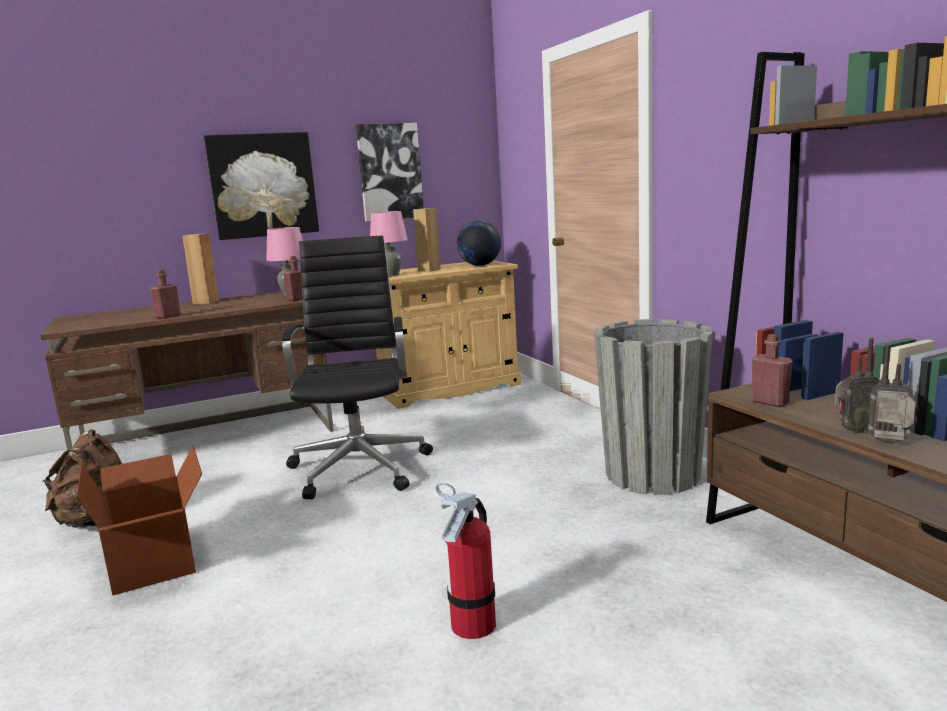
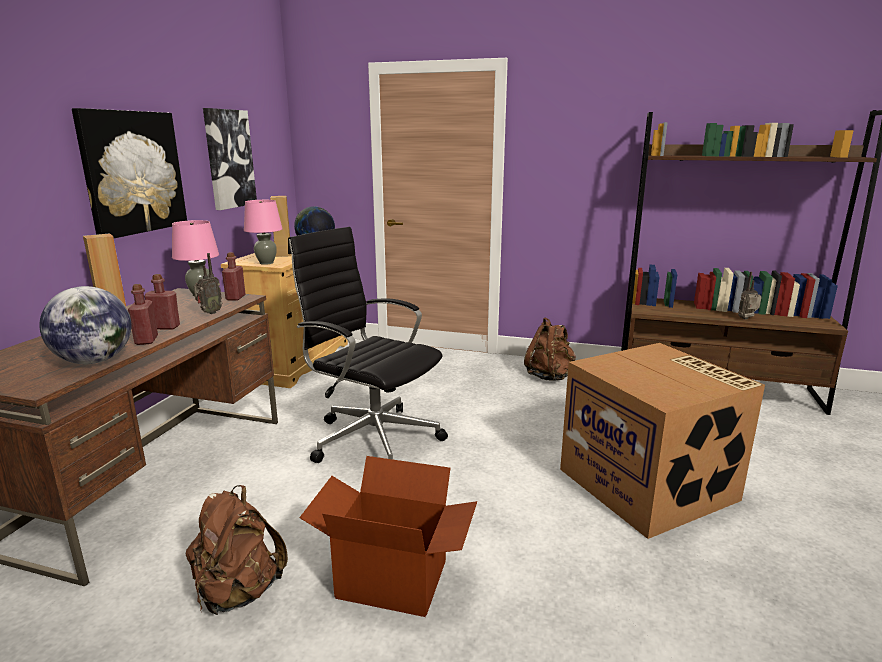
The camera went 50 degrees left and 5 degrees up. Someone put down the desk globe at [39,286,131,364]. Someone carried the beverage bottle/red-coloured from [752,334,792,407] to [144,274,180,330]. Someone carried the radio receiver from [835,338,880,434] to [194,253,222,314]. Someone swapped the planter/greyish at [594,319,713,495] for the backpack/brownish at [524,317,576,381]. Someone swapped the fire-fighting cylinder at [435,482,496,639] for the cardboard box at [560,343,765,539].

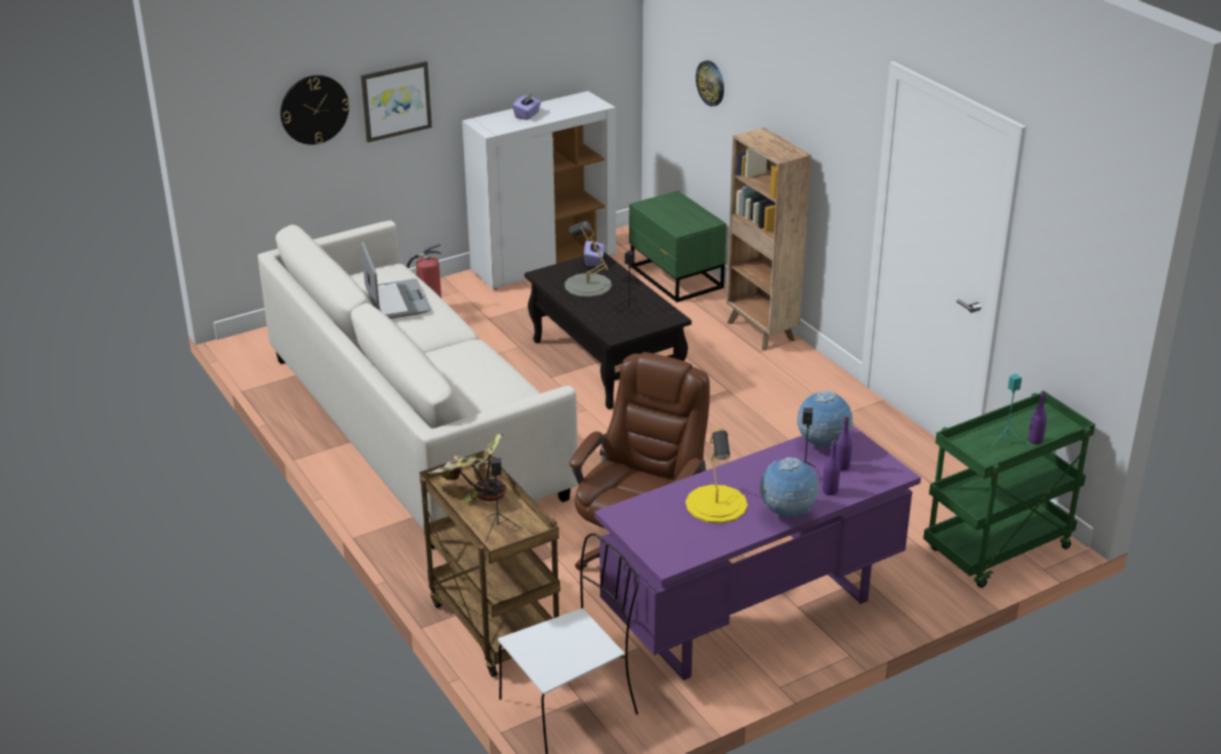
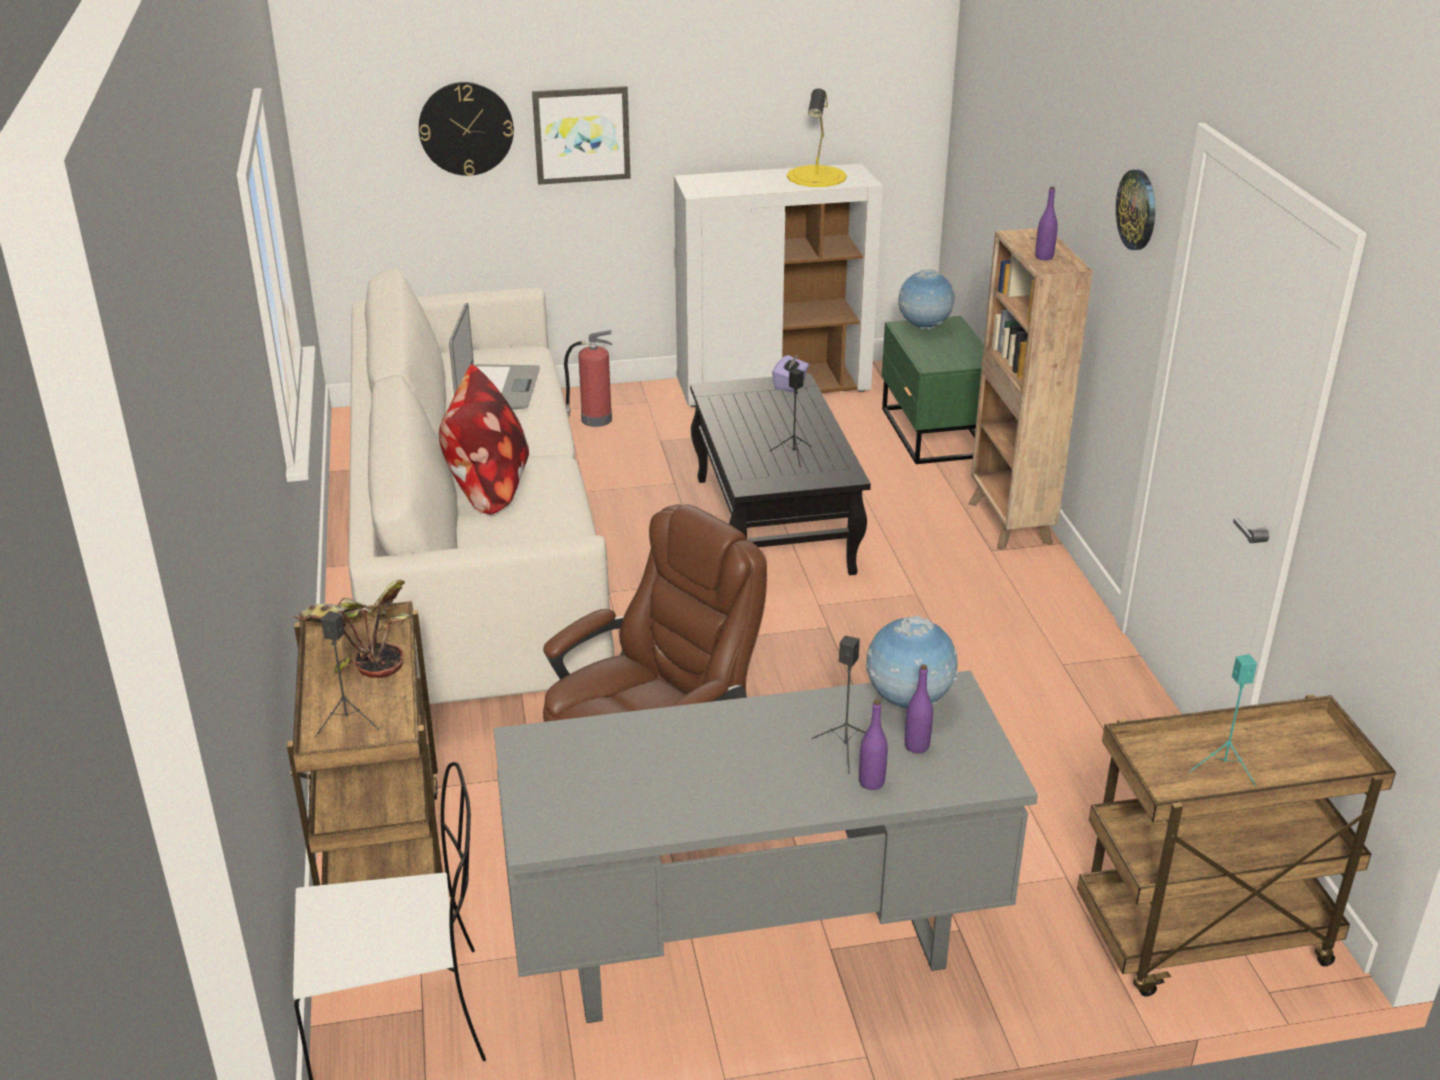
The camera went 20 degrees right and 0 degrees up. Someone put down the throw pillow at [439,364,529,515]. Someone repainted the desk unit/purple at [594,425,921,680], which became the desk unit/greyish at [494,671,1038,1023]. Someone carried the lamp for a table/yellow-coloured from [685,429,748,523] to [787,88,847,187]. Someone carried the desk globe from [760,457,820,518] to [898,269,955,330]. Someone carried the beverage bottle/purple from [1028,391,1047,444] to [1035,187,1058,261]. Someone repainted the wheeled cart/greenish at [923,392,1095,588], which became the wheeled cart/brownish at [1077,694,1396,996]. Someone carried the clock on the wall from [696,60,724,107] to [1116,170,1155,250]. Someone took away the tissue box/purple at [513,93,541,120]. Someone took away the lamp for a table/greyish at [565,221,612,297].

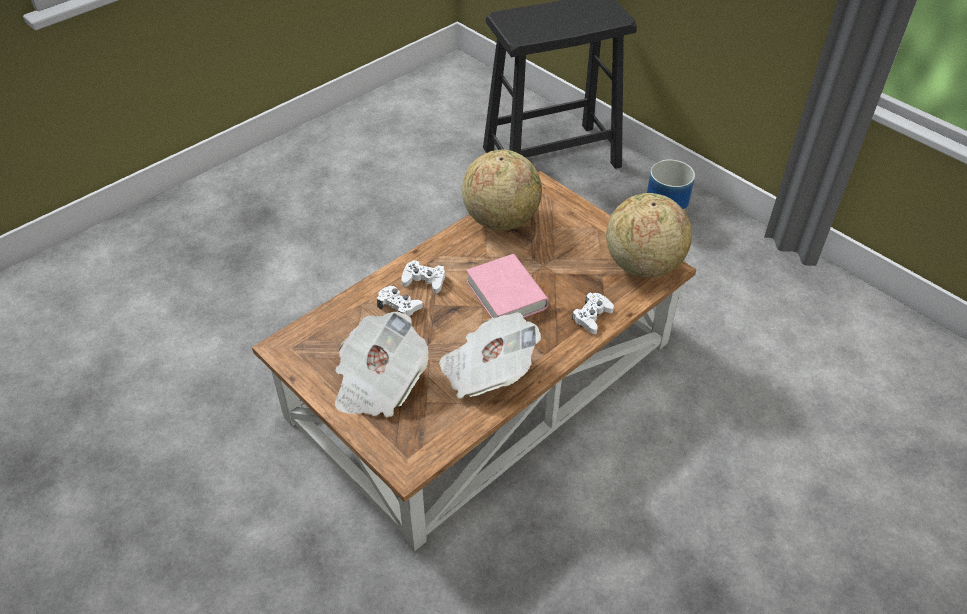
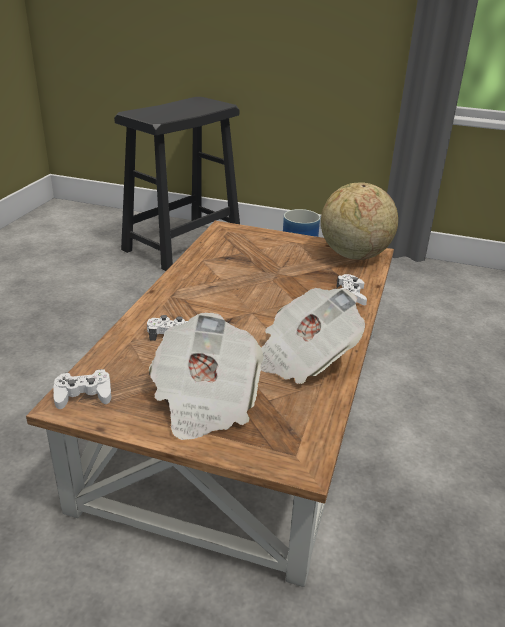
The camera went 30 degrees left and 15 degrees down. Someone carried the game controller/whitish from [401,260,445,294] to [53,369,111,409]. Someone took away the desk globe at [462,150,542,231]. Someone took away the book/pinkish at [466,254,549,318].

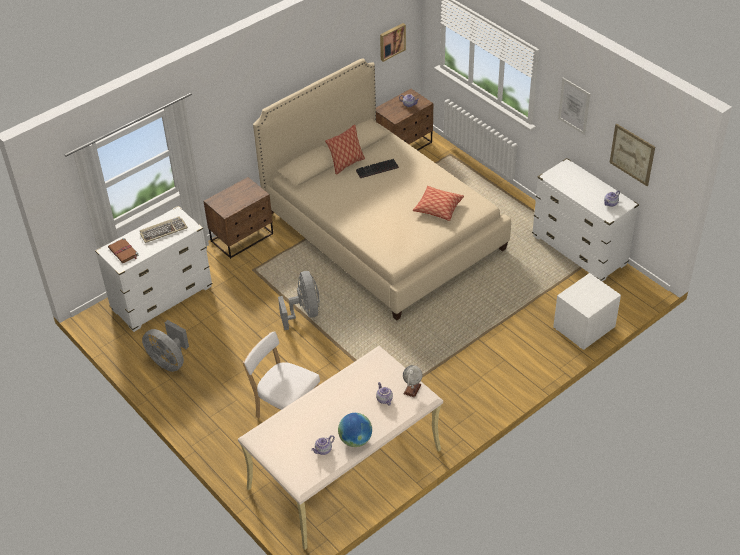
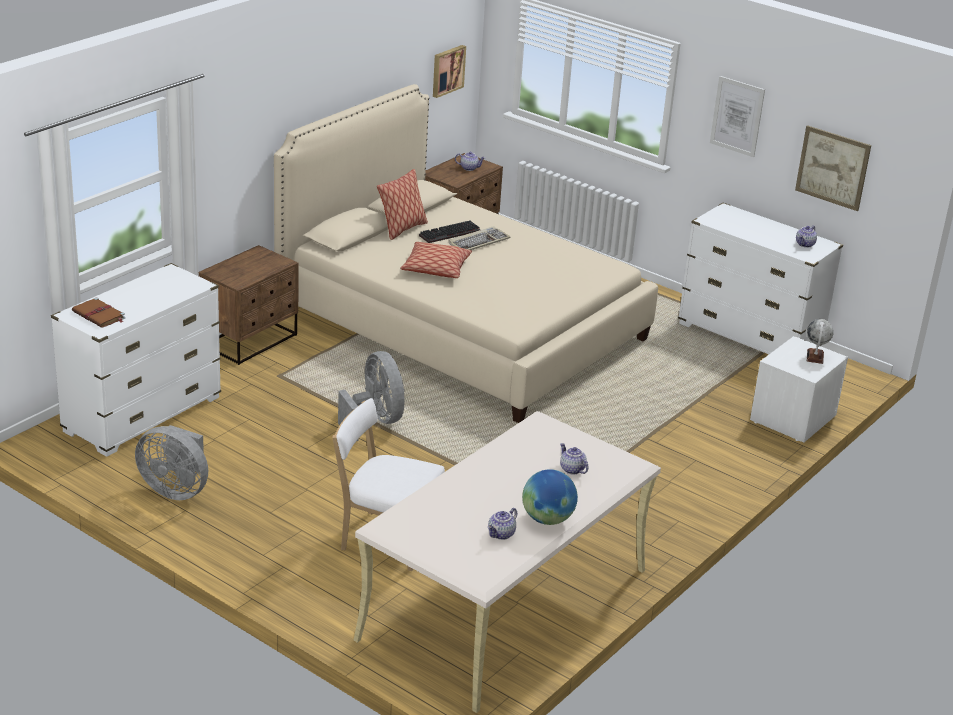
The camera went 15 degrees left and 15 degrees down. Someone carried the throw pillow from [413,186,464,221] to [400,242,472,278]. Someone carried the computer keyboard from [140,216,188,243] to [448,226,511,250]. Someone carried the desk globe from [403,365,422,398] to [807,319,834,364].

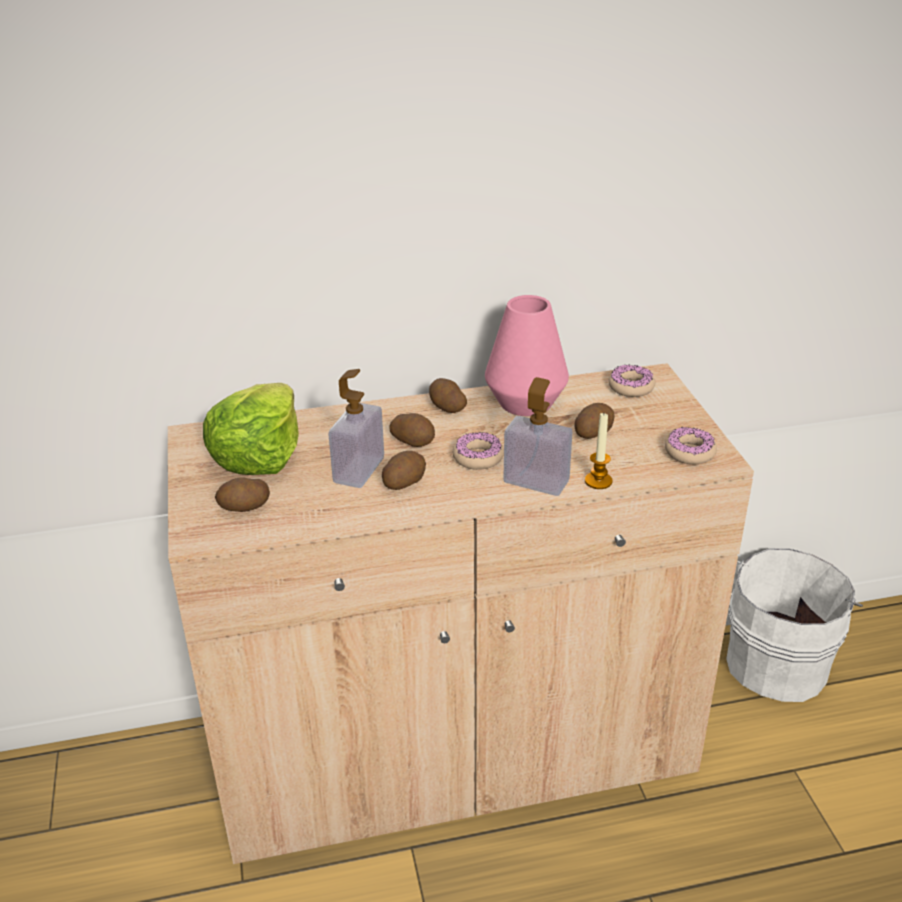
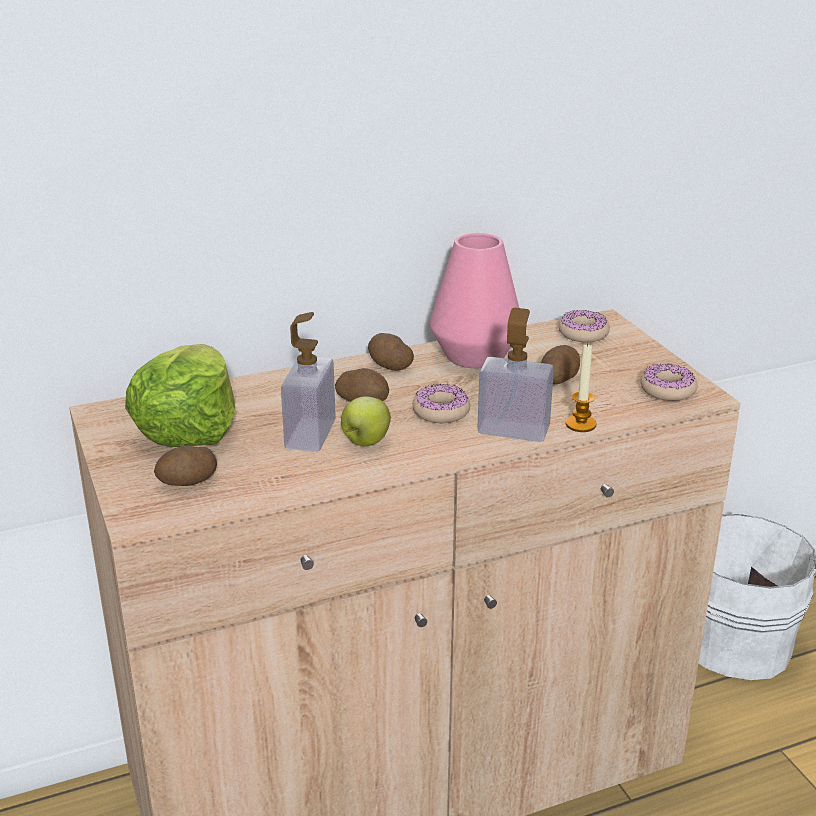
The camera went 10 degrees left and 5 degrees down. Someone swapped the potato at [382,451,426,490] for the apple at [341,396,391,446].

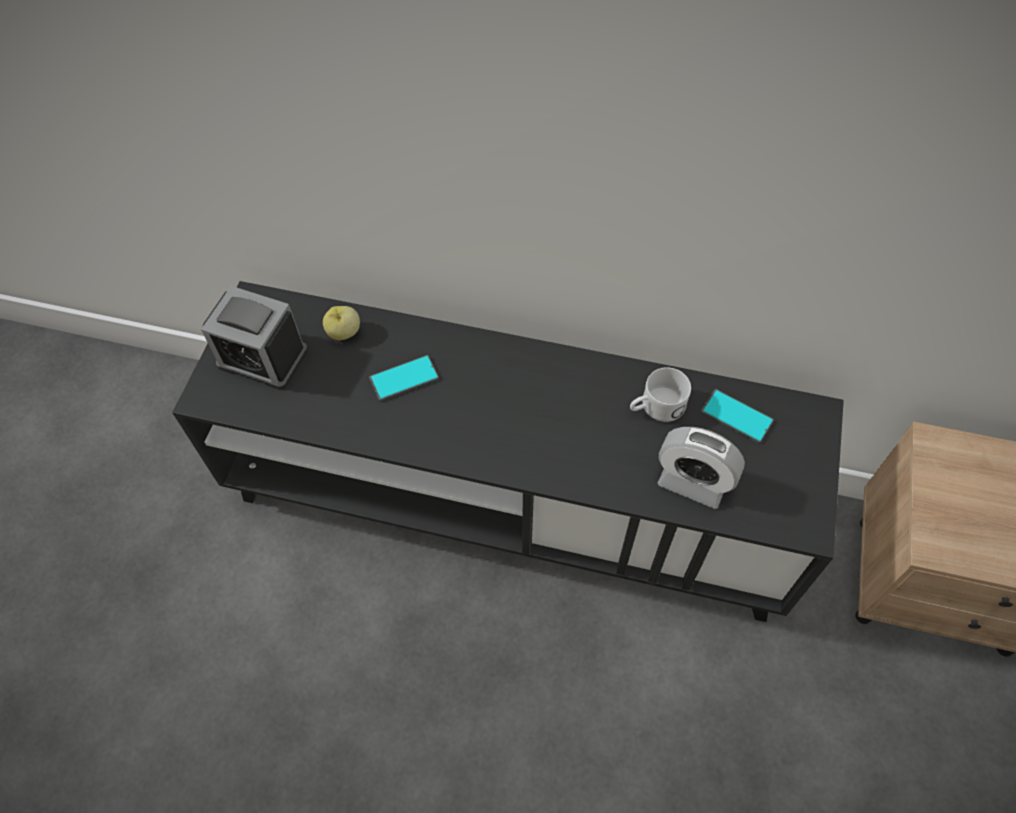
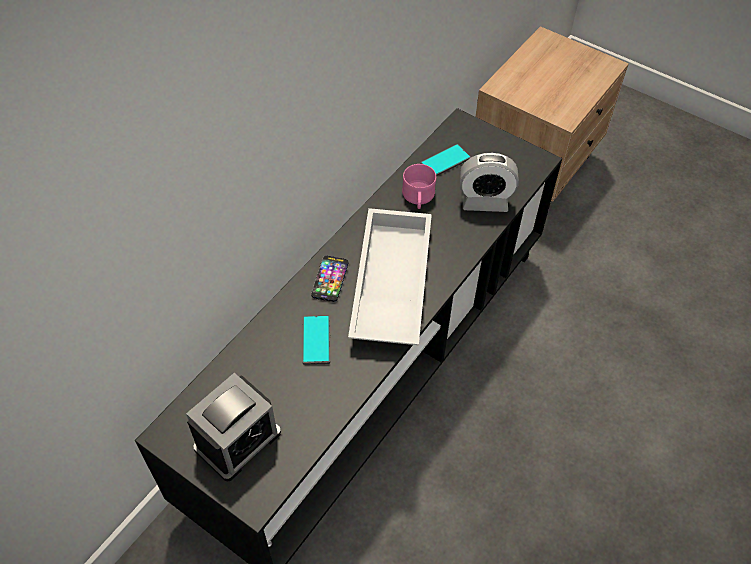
The camera went 70 degrees left and 5 degrees down. Someone put down the telephone at [311,256,348,302]. Someone put down the tray/whitish at [348,208,432,345]. Someone repainted the mug/whitish at [630,367,691,422], which became the mug/pinkish at [402,164,436,209]. Someone rotated the bedside clock at [658,427,745,509] by 45 degrees clockwise. Someone took away the apple at [323,306,360,340].

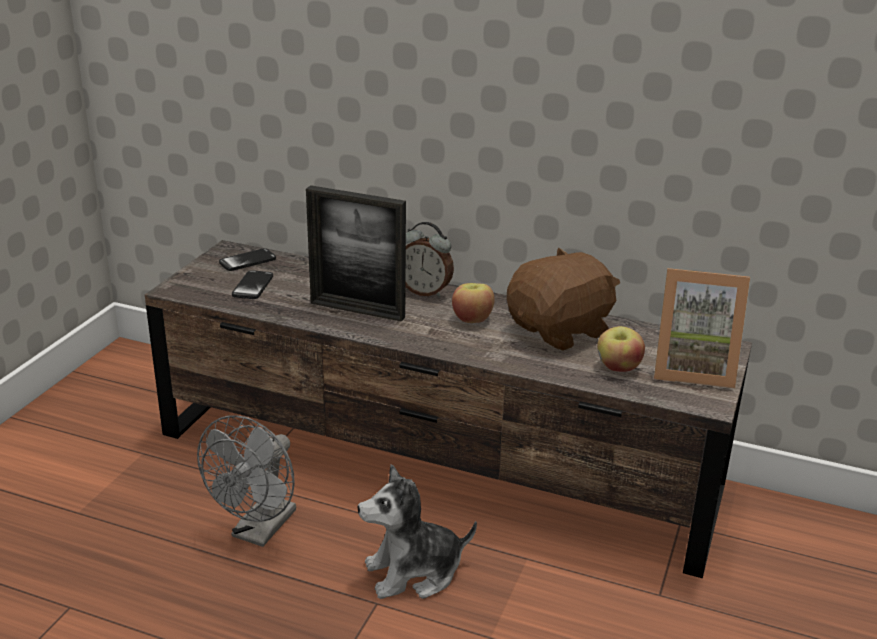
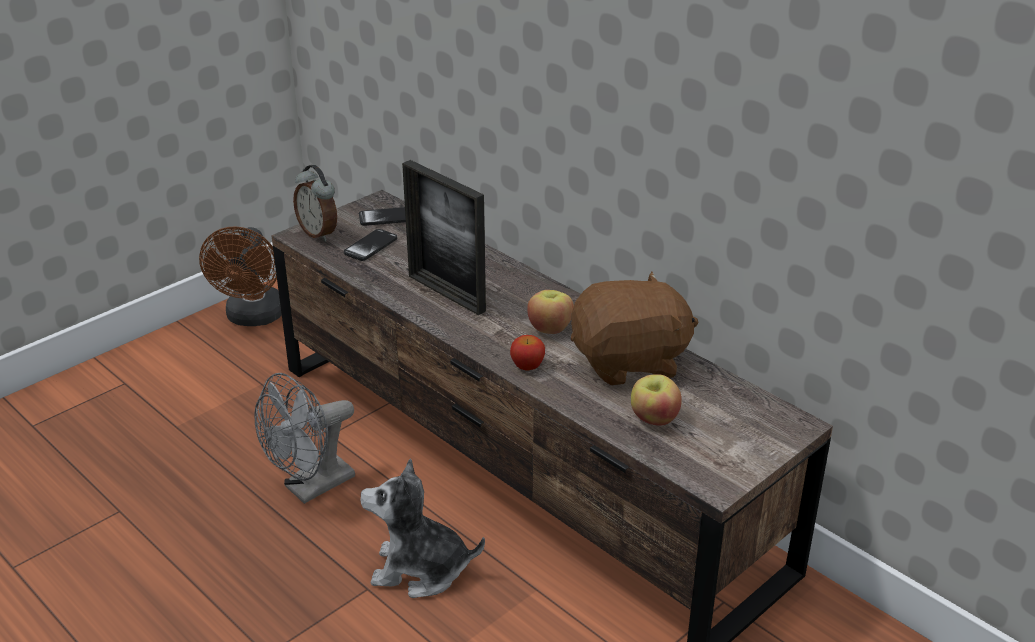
The camera went 25 degrees right and 5 degrees up. Someone put down the electric fan/brownish at [199,226,282,326]. Someone carried the bedside clock from [405,222,454,298] to [293,165,337,241]. Someone put down the apple at [510,335,545,370]. Someone took away the picture frame at [654,268,750,389].

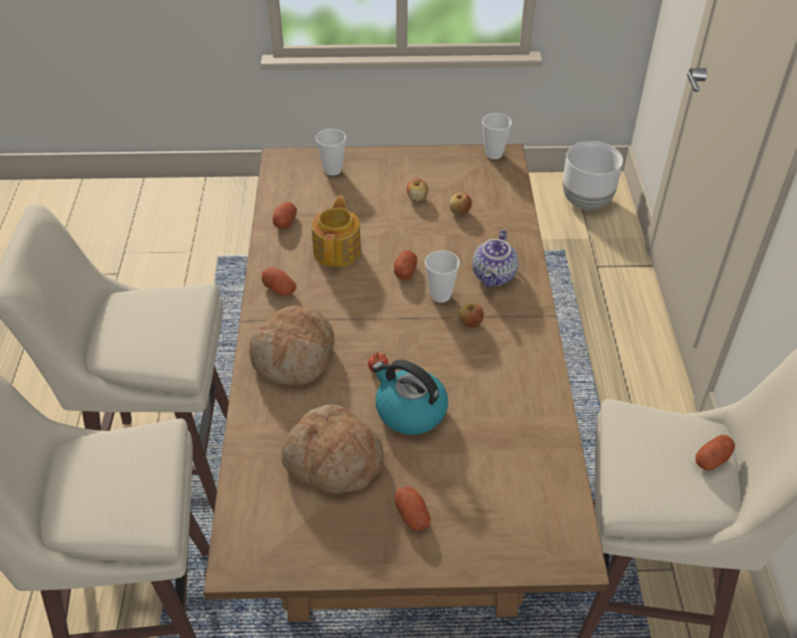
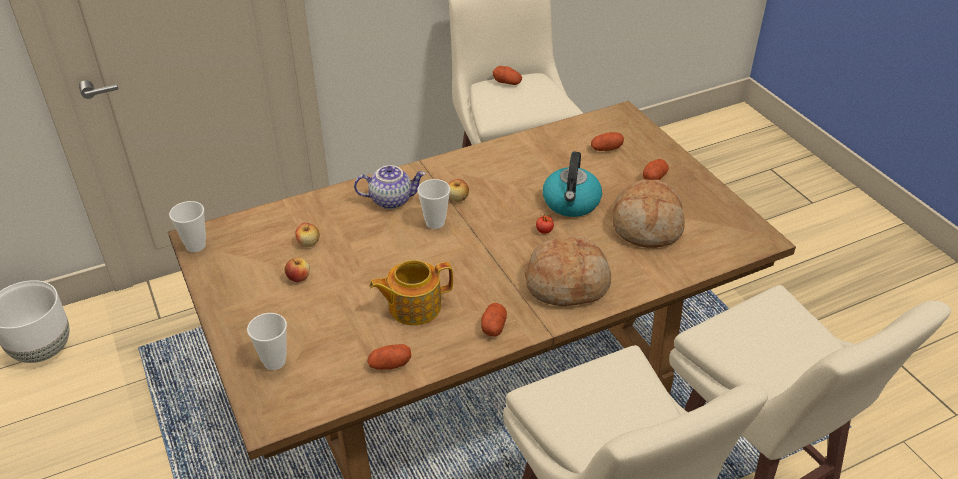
The camera went 115 degrees left and 5 degrees down. Someone carried the potato from [394,250,417,280] to [591,132,624,151].

